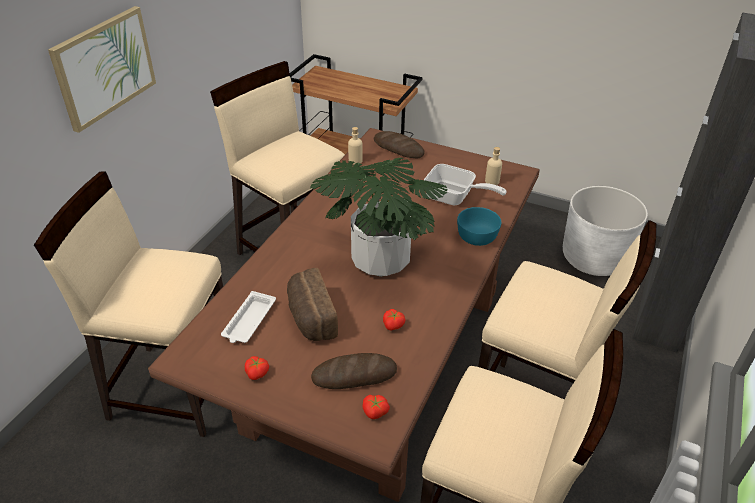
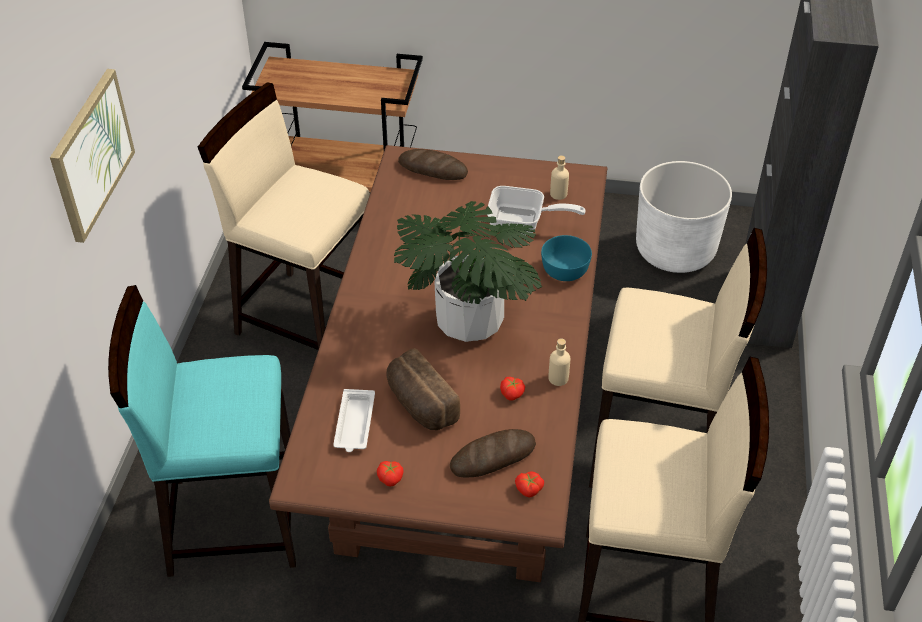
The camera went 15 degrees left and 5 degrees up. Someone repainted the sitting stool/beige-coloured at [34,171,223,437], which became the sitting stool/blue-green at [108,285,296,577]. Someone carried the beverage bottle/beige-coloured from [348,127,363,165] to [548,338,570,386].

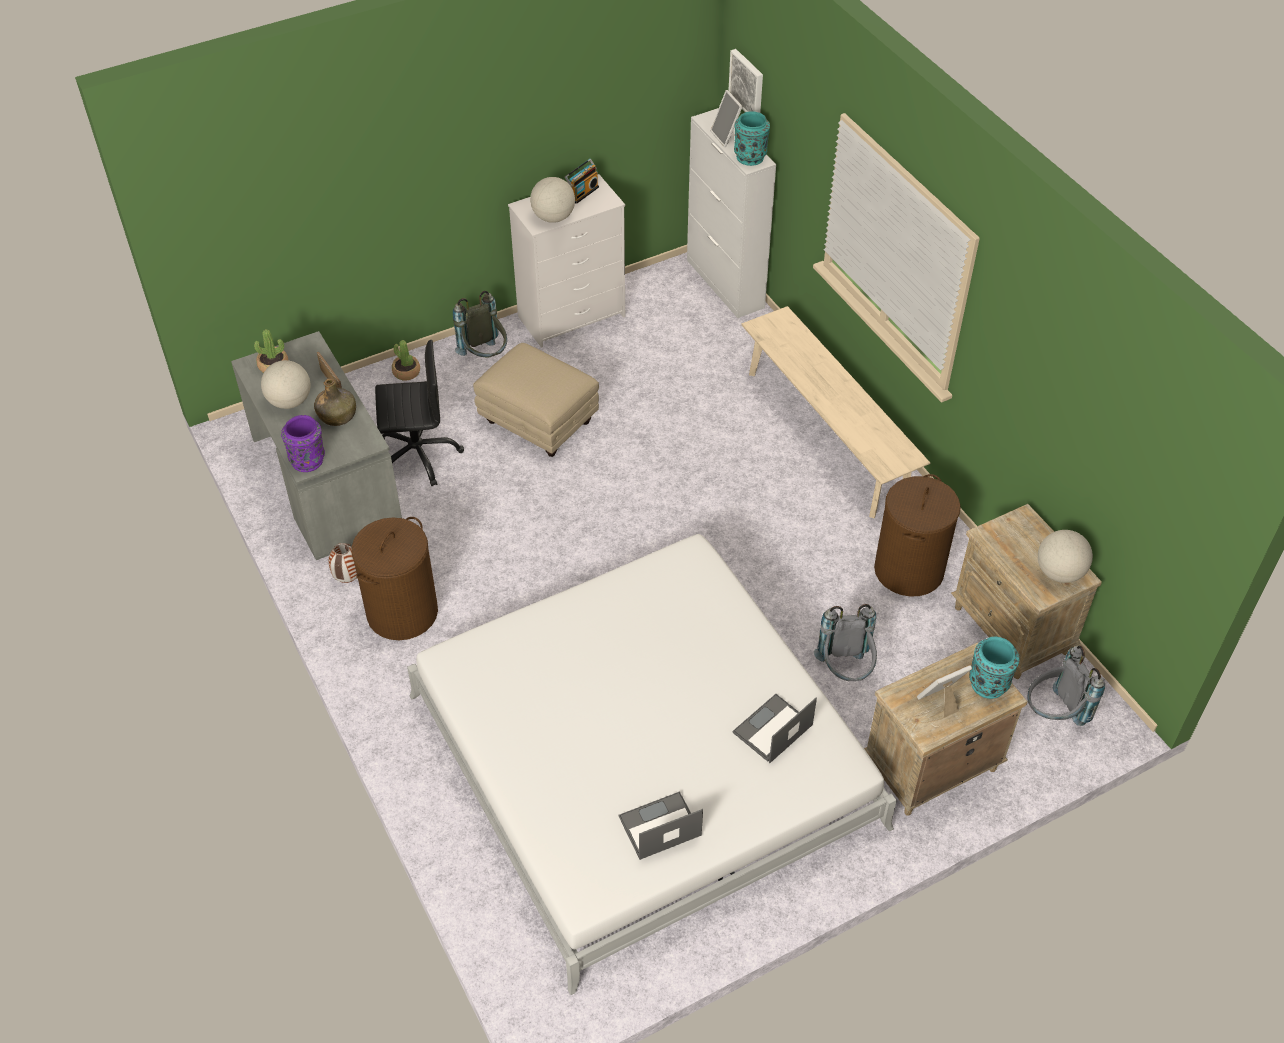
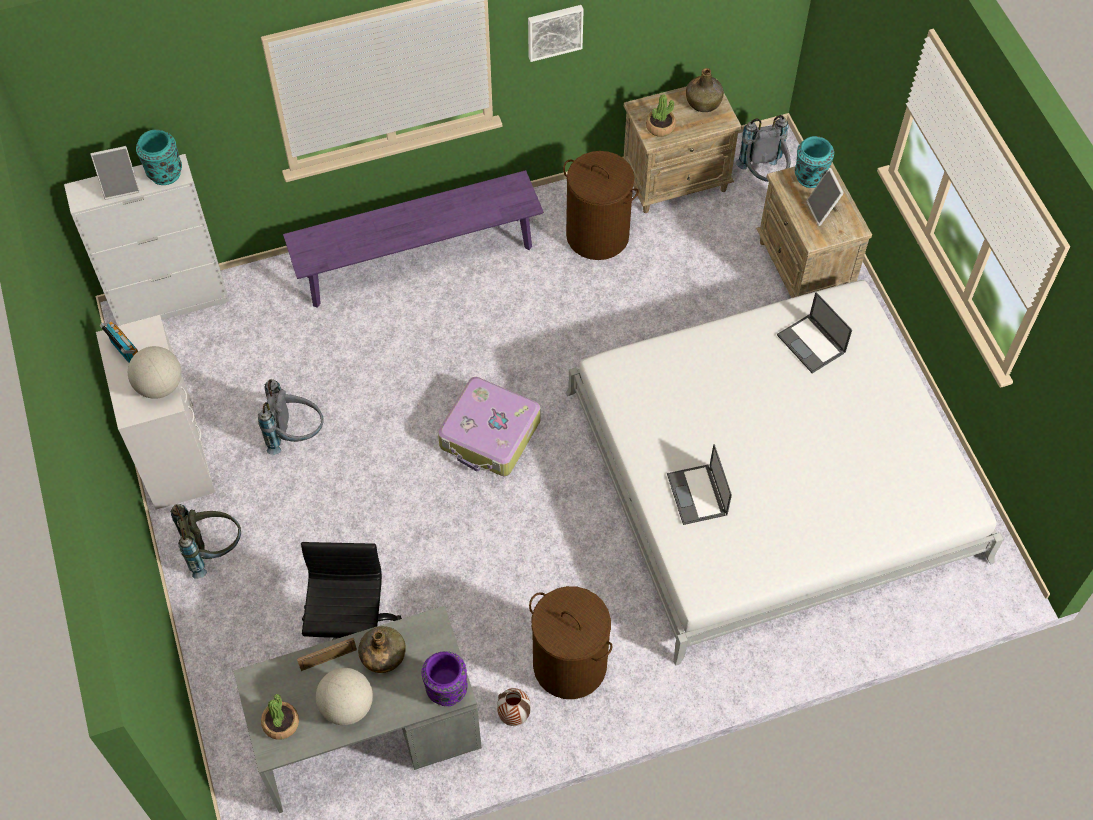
The camera went 80 degrees left and 10 degrees up. Someone carried the backpack/greyish from [814,604,877,681] to [258,379,324,455]. Someone repainted the bench/beige-coloured at [741,306,930,518], which became the bench/purple at [283,170,543,308]. Someone put down the travel case at [438,377,541,476]. Someone carried the wall art from [728,49,763,113] to [528,5,584,62]. Someone carried the potted plant from [392,340,420,381] to [646,95,676,137]. Someone carried the portable computer from [619,791,703,860] to [667,444,732,525]. Someone swapped the desk globe at [1038,530,1093,583] for the beverage bottle/greenish at [686,68,724,112]. Someone took away the pouffe/beige-coloured at [473,343,599,457].

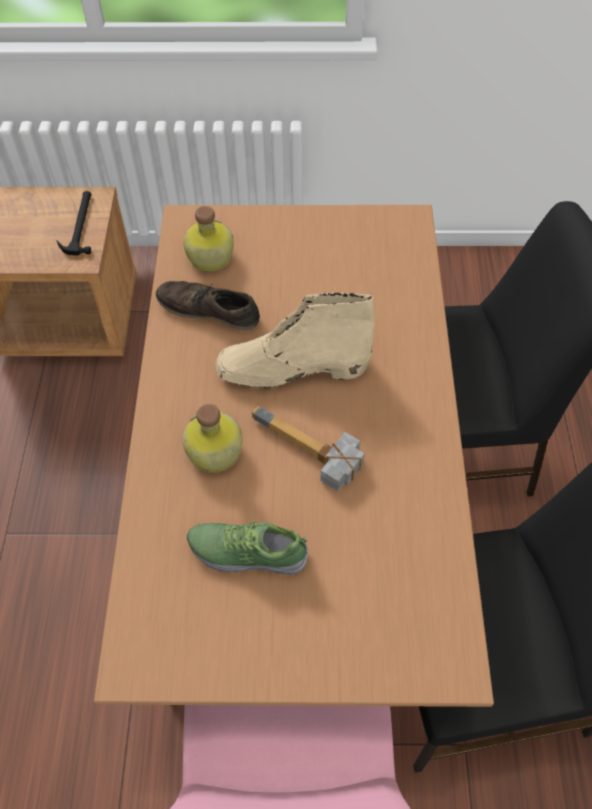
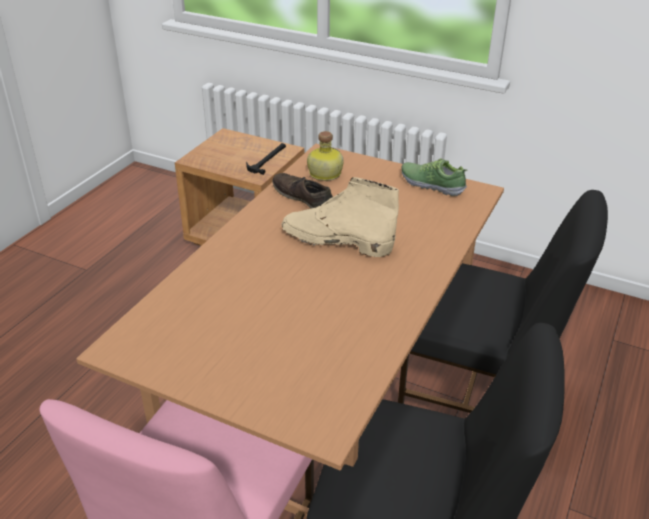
The camera went 25 degrees right and 20 degrees down. Someone carried the item of footwear from [187,521,308,575] to [402,158,468,196]. Someone took away the beverage bottle at [182,404,243,473]. Someone took away the hammer at [252,406,365,492].

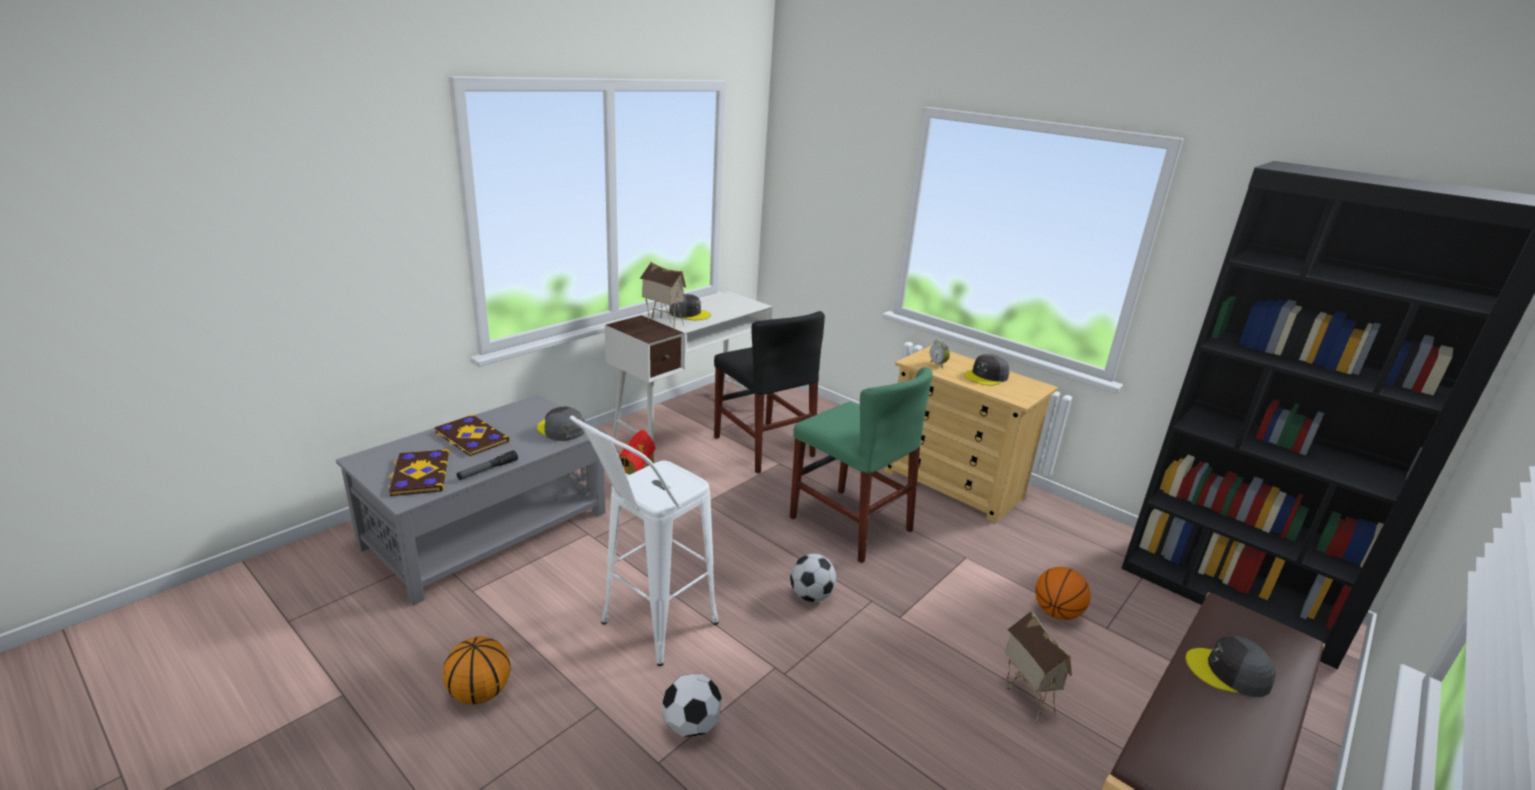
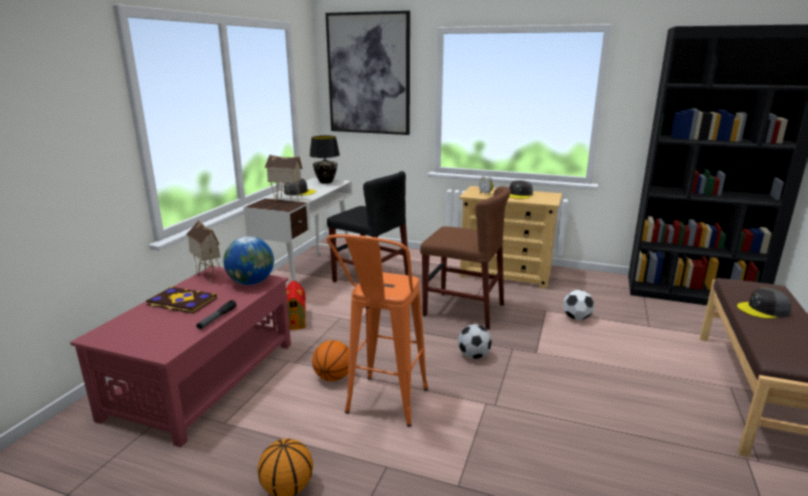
The camera went 20 degrees left and 5 degrees down. Someone repainted the low table/greyish at [336,394,606,605], which became the low table/red-coloured at [70,266,291,447]. Someone carried the miniature house from [1004,610,1072,723] to [186,220,225,283]. Someone swapped the cap/greyish at [537,406,585,441] for the desk globe at [223,236,274,285]. Someone put down the lamp for a table/black-coloured at [309,136,340,184]. Someone carried the basketball from [1035,567,1091,620] to [312,340,349,381]. Someone put up the wall art at [326,10,410,135]. Someone repainted the sitting stool/whitish at [570,416,719,666], which became the sitting stool/orange at [326,234,428,427]. Someone repainted the upright chair/greenish at [790,367,933,563], which became the upright chair/brownish at [420,186,511,330]. Someone carried the ball for football from [662,674,722,737] to [563,290,595,320]. Someone took away the book at [388,449,449,496].

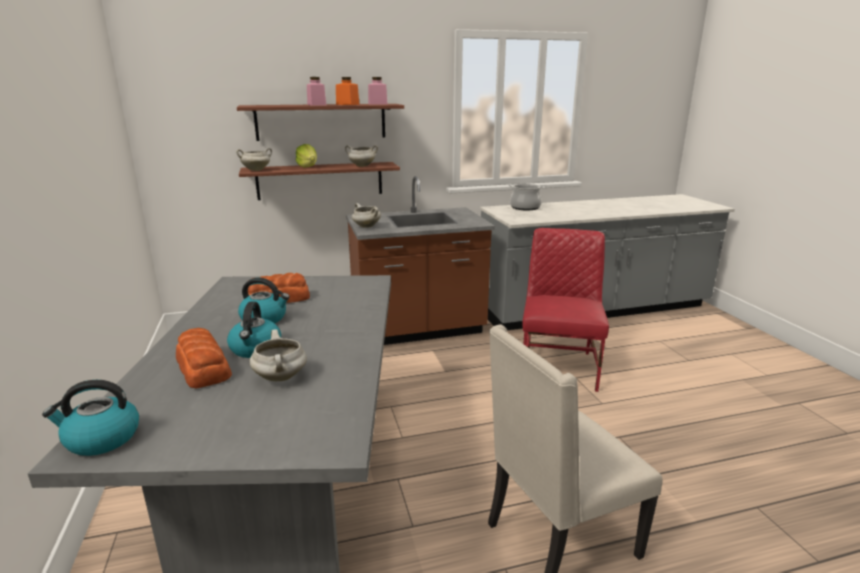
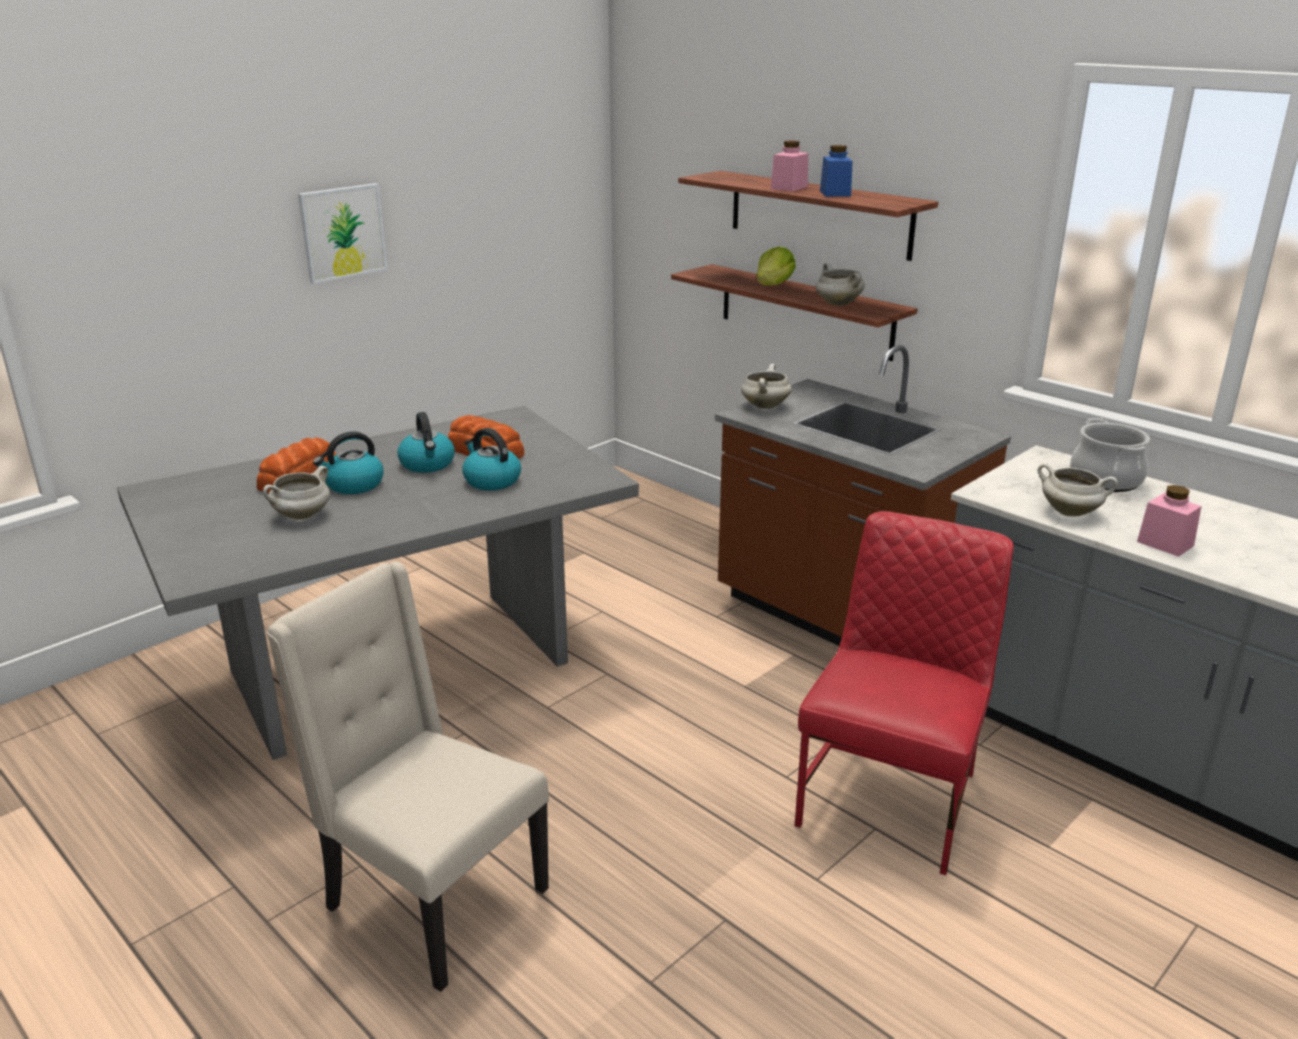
The camera went 60 degrees right and 5 degrees up. Someone put up the wall art at [298,183,388,284]. Someone carried the tea kettle from [42,380,139,456] to [463,428,521,490]. Someone rotated the upright chair/red-coloured at [522,228,609,392] by 45 degrees counterclockwise. Someone repainted the jar/orange at [336,77,360,105], which became the jar/blue-coloured at [820,145,853,197]. Someone carried the cooking pot/whitish from [236,148,272,171] to [1038,463,1118,516]. Someone carried the jar/pinkish from [368,77,387,105] to [1137,485,1202,557].

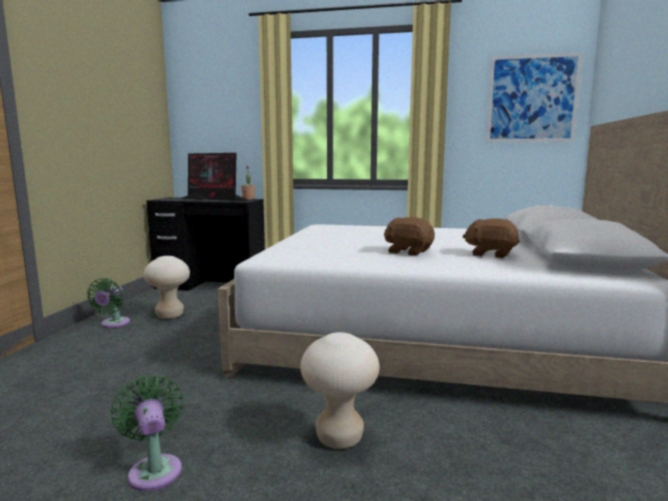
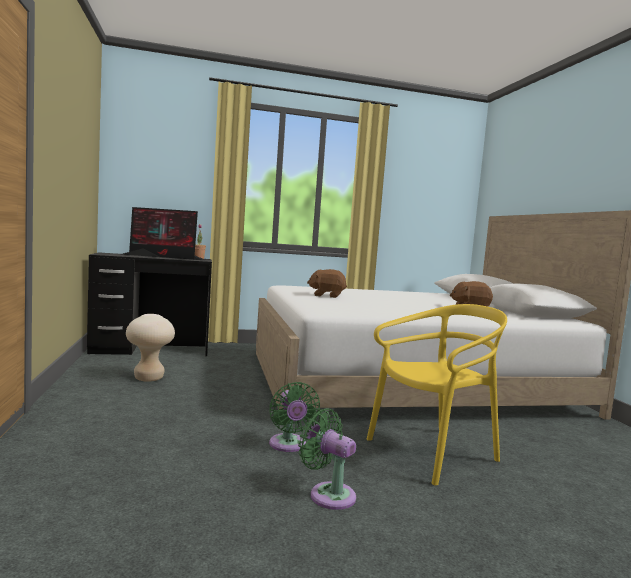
The camera went 25 degrees left and 5 degrees down. Someone carried the electric fan/greenish from [87,278,130,328] to [269,382,320,452]. Someone carried the cuddly toy/brownish from [384,217,435,256] to [307,269,347,298]. Someone swapped the sitting stool/beige-coloured at [300,332,379,449] for the upright chair/yellow-coloured at [367,304,507,486]. Someone took away the wall art at [486,53,582,142].

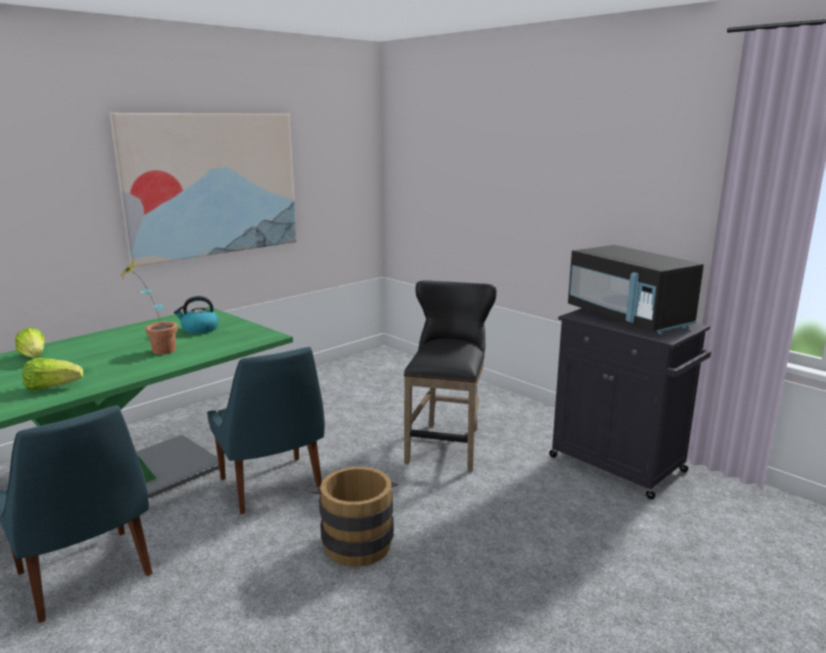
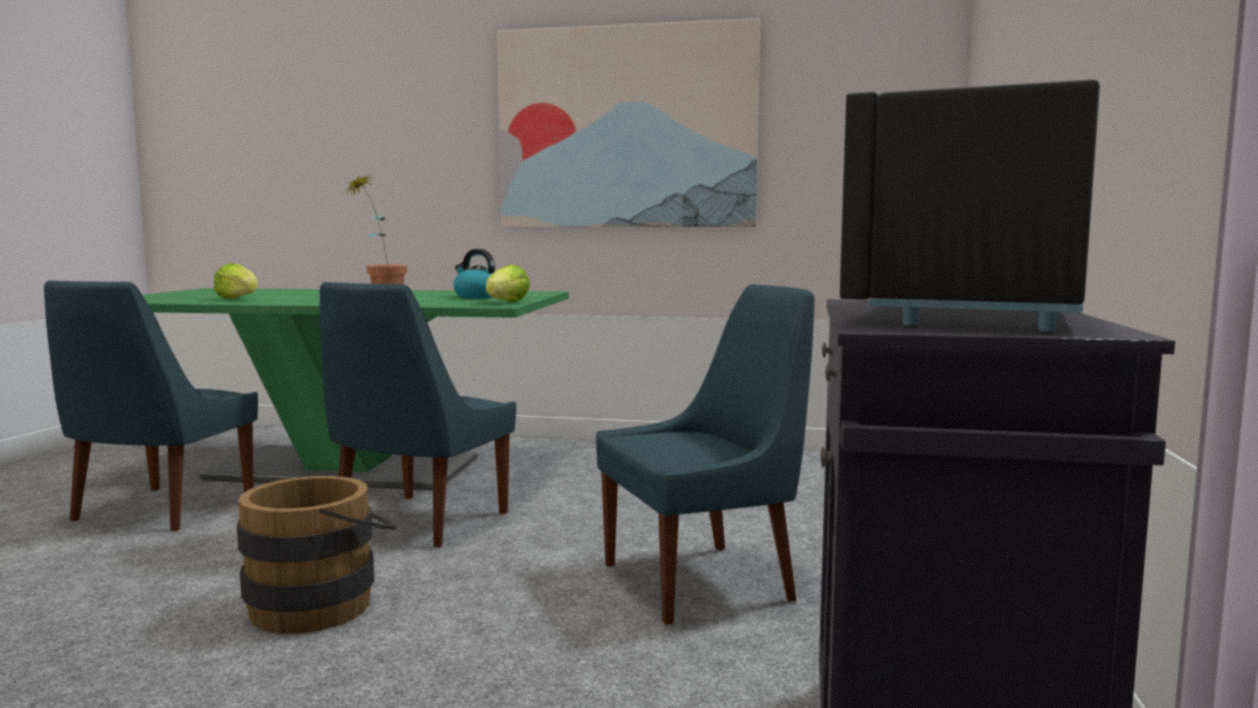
The camera went 55 degrees right and 10 degrees down. Someone carried the head of lettuce from [15,328,45,358] to [486,264,530,302]. Someone swapped the sitting stool/black-coloured at [404,280,497,472] for the upright chair/blue-coloured at [596,285,815,625].

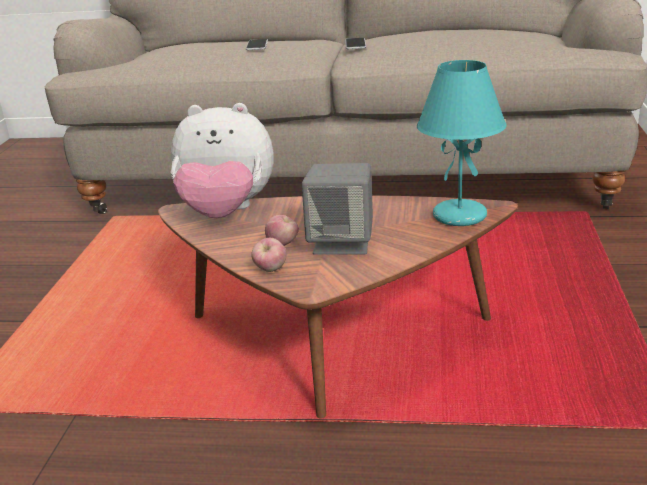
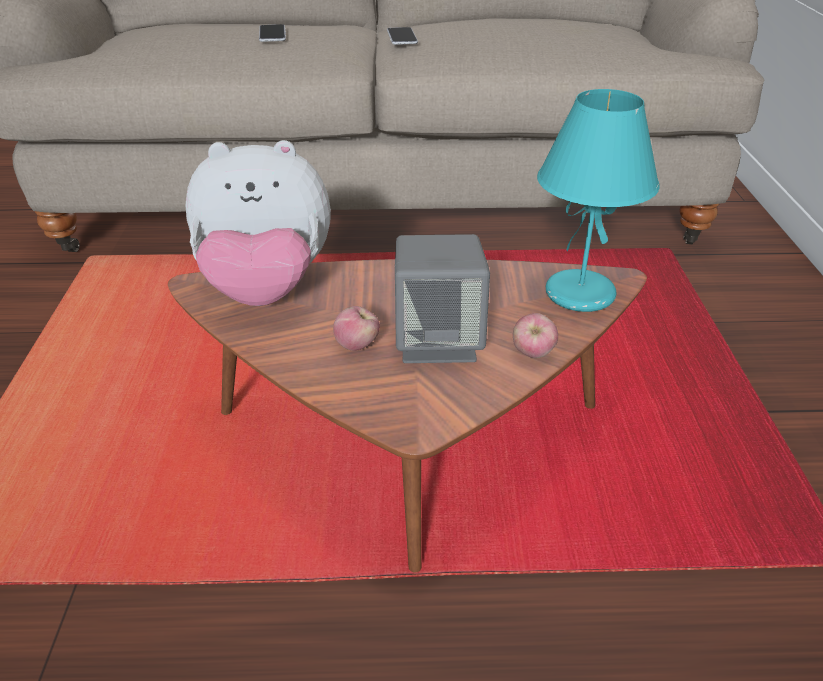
The camera went 10 degrees left and 10 degrees up. Someone carried the apple from [251,238,286,272] to [513,313,558,358].

